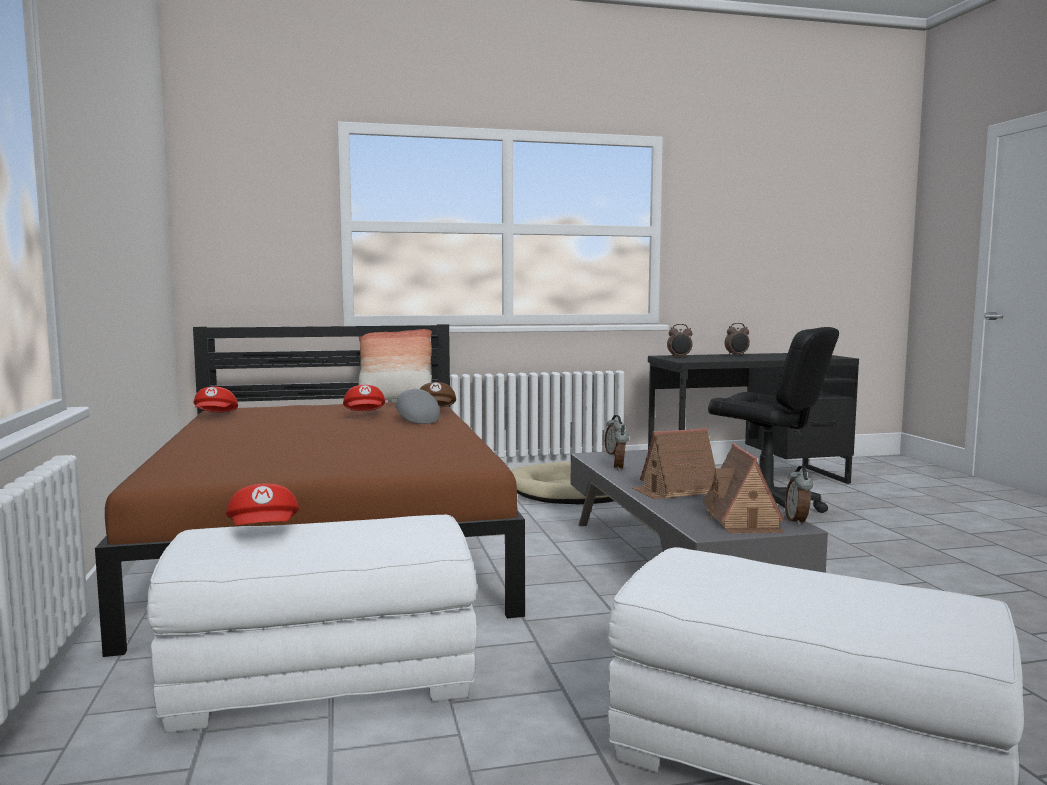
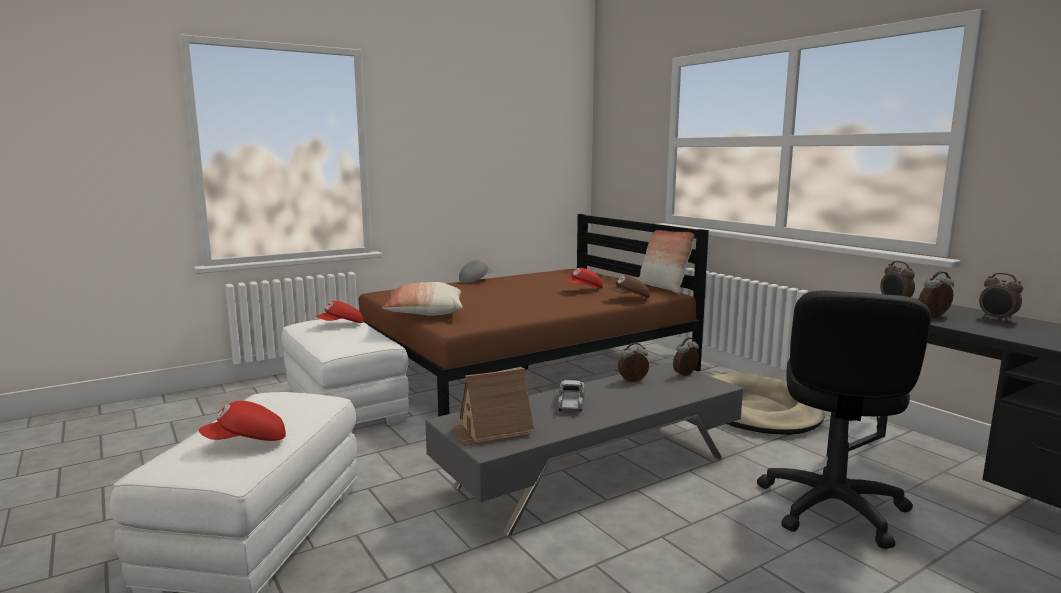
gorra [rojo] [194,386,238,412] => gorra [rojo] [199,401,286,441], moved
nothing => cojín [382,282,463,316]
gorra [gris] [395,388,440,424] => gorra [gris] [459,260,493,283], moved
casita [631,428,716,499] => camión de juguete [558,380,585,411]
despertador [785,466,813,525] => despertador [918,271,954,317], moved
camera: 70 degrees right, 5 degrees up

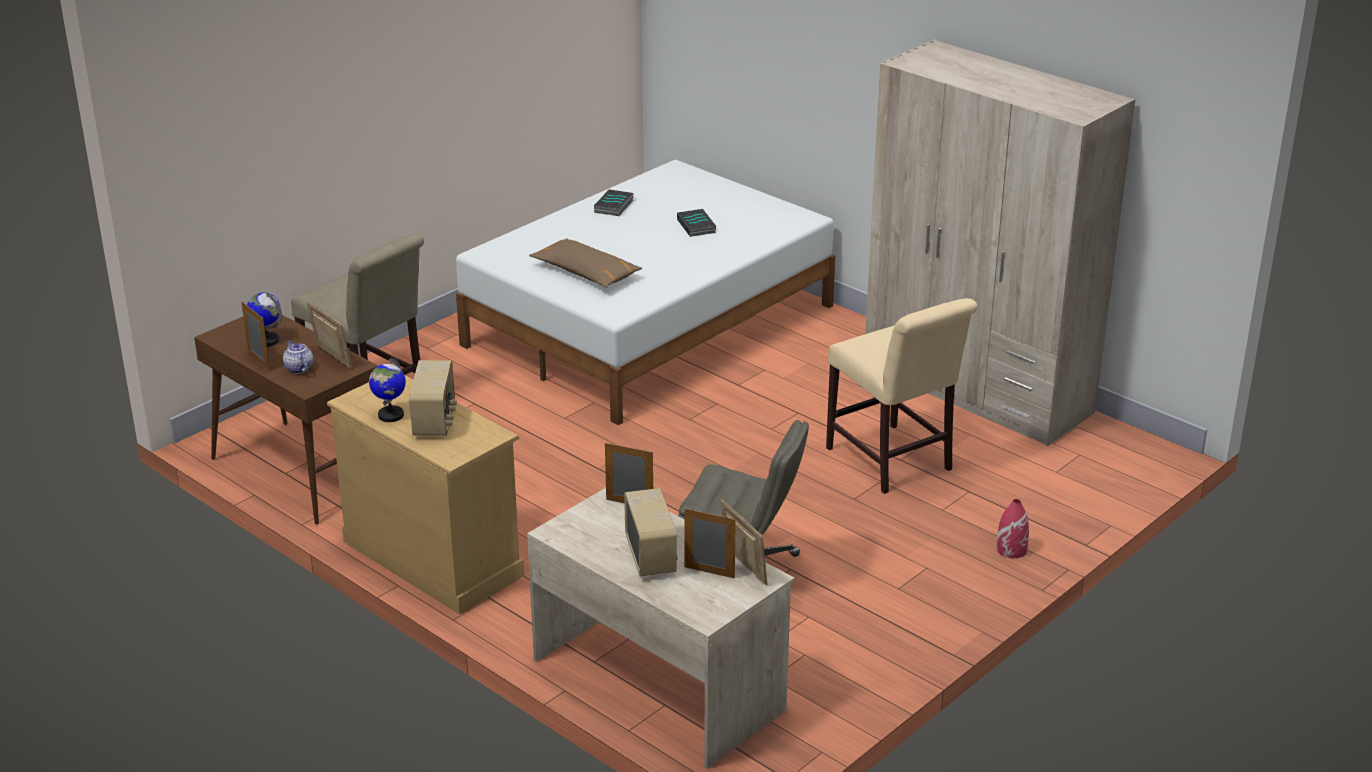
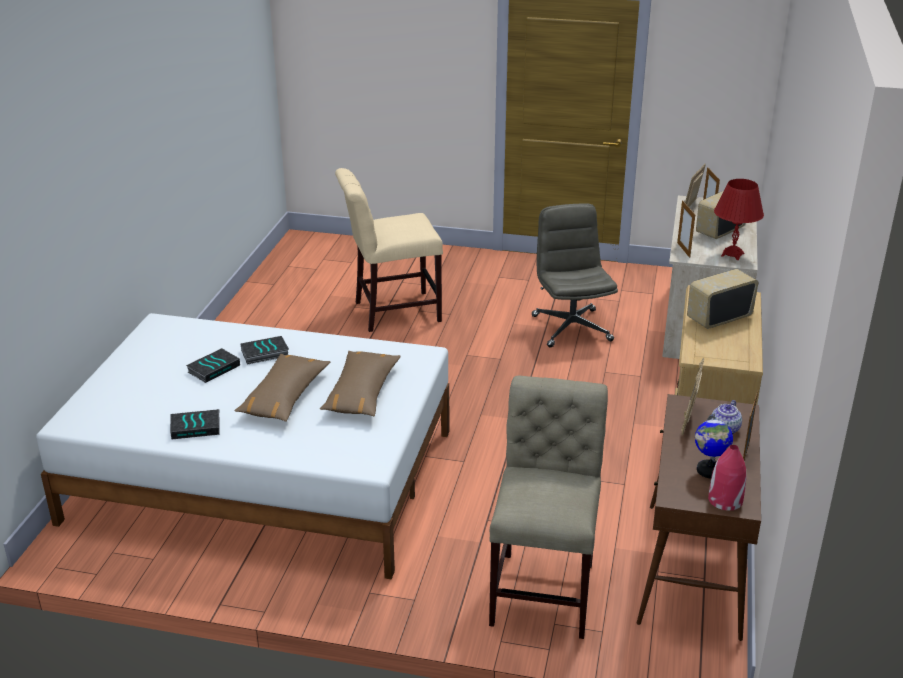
nothing => cojín [marrón] [235,354,330,422]
nothing => libro [240,336,289,365]
silla [beis] [826,298,977,494] => silla [beis] [335,168,443,332], 135 degrees counterclockwise
florero [rojo] [996,499,1029,558] => florero [rojo] [708,445,747,511], moved
nothing => lámpara de mesa [rojo] [714,179,764,260]
globo terráqueo [369,358,406,422] => nothing
armario ropero [beis] [865,40,1135,446] => nothing
camera: 120 degrees left, 0 degrees up

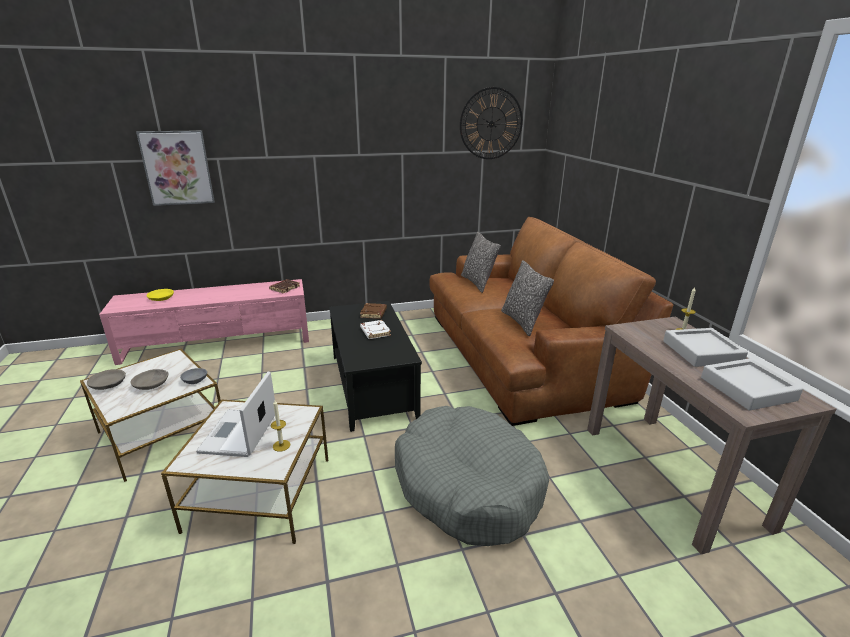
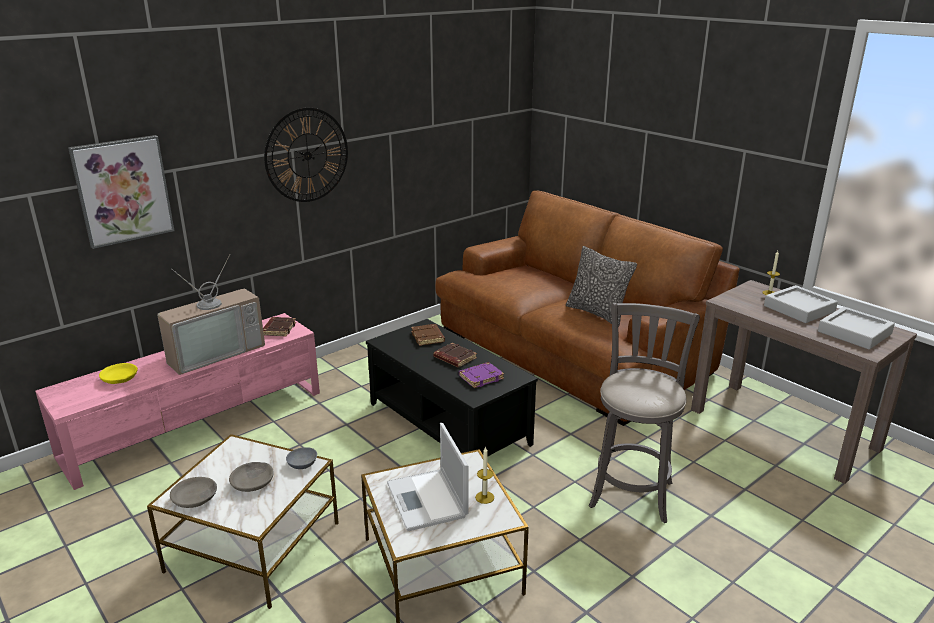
nothing => televisor [157,254,265,375]
reloj de pared [460,87,523,159] => reloj de pared [264,108,348,202], moved
libro [blanco] [360,320,391,339] => libro [marrón] [433,343,477,368]
nothing => libro [morado] [459,362,504,388]
cama para perro [gris] [395,406,549,546] => taburete [gris] [589,303,700,523]
cojín [461,232,501,293] => nothing
camera: 25 degrees left, 0 degrees up

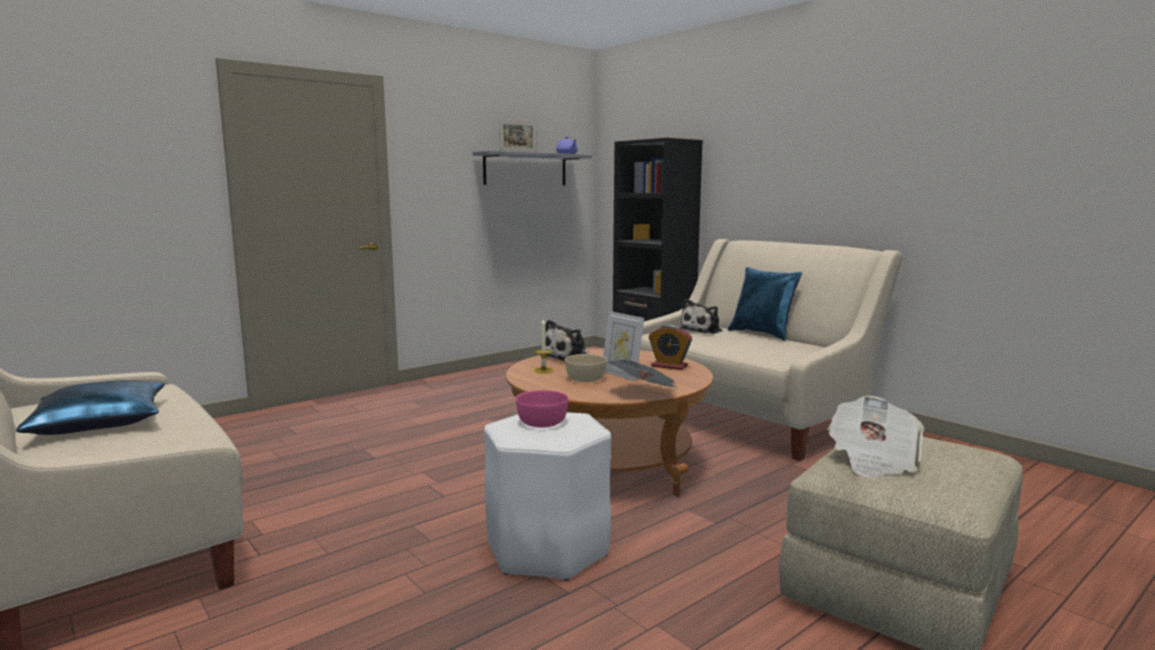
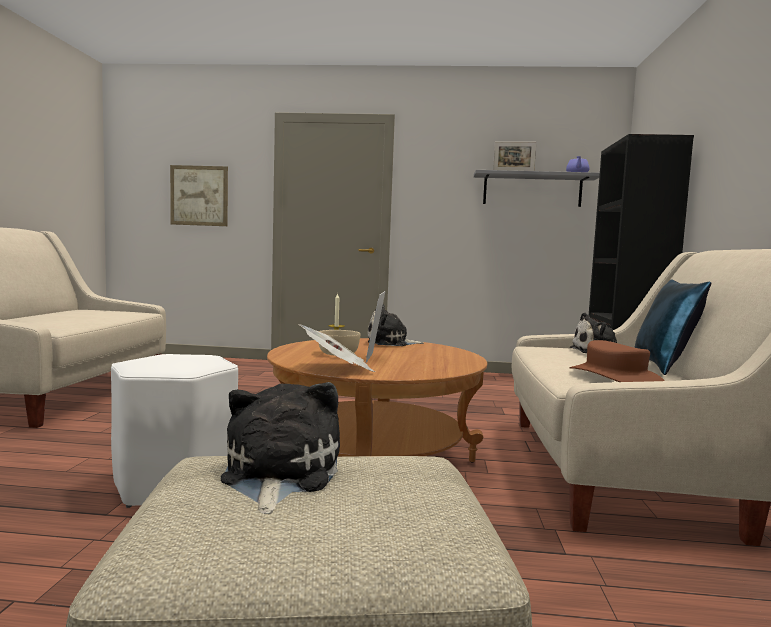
nothing => cuadro [170,165,228,226]
periódico [827,396,924,477] => peluche [221,382,340,514]
nothing => sombrero [marrón] [569,340,664,382]
cojín [azul] [16,380,165,435] => nothing
cuenco [rosa] [516,390,569,428] => nothing
despertador [649,325,692,370] => nothing
camera: 45 degrees right, 5 degrees down

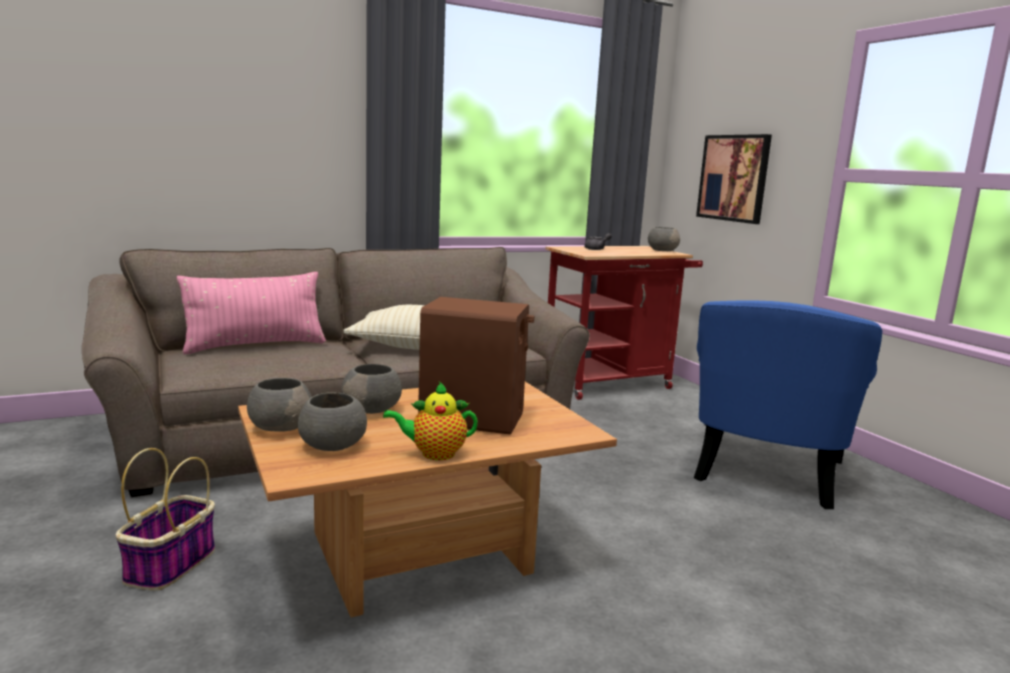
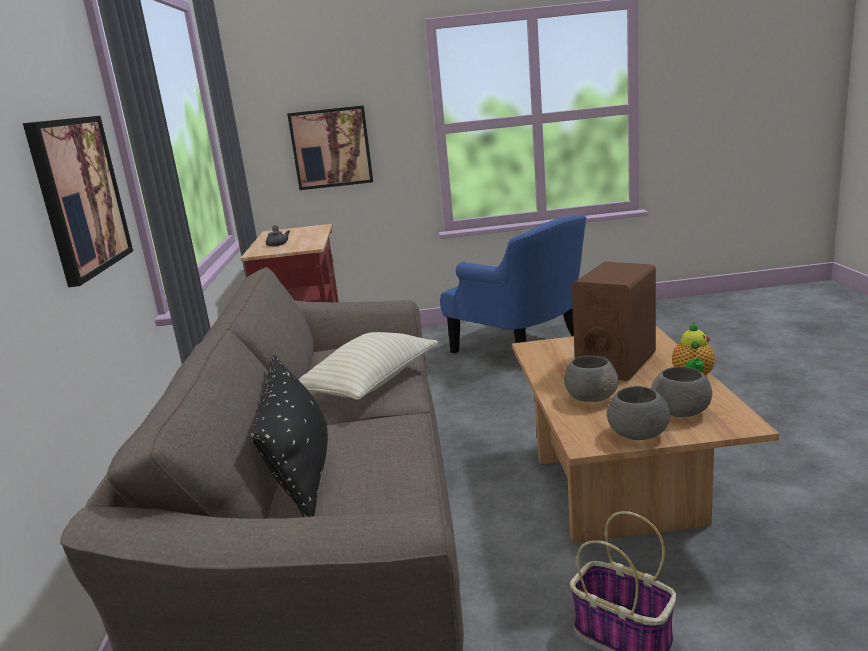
nothing => cuadro [23,116,133,287]
cojín [rosa] [177,272,326,355] => cojín [negro] [250,355,328,517]
cuenco [gris] [648,227,680,251] => nothing
camera: 65 degrees left, 5 degrees up

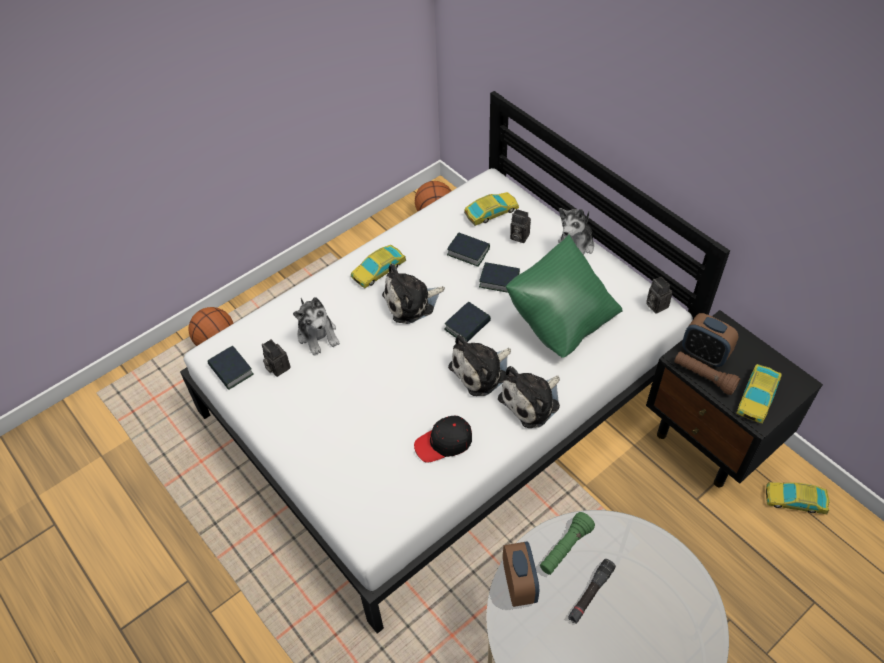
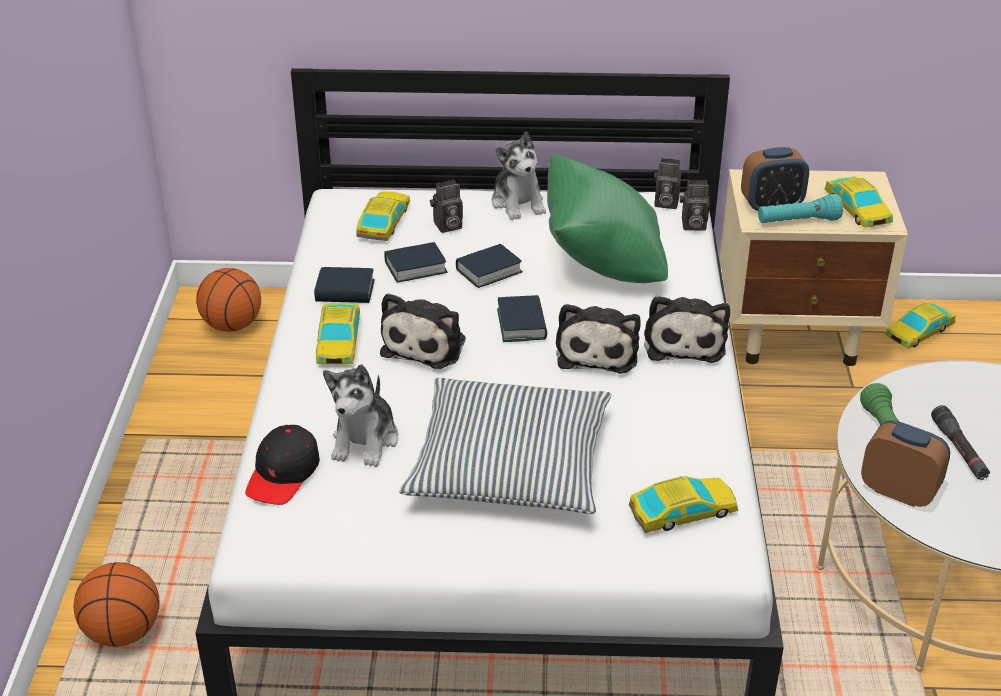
gorra [negro] [414,416,472,462] => gorra [negro] [245,425,320,505], moved
libro [208,346,254,390] => libro [314,267,375,303], moved
peluche [293,297,340,355] => peluche [323,364,398,467], 90 degrees clockwise
nothing => cojín [399,378,611,514]
nothing => coche de juguete [629,476,738,533]
cámara [262,339,291,377] => cámara [680,180,710,231], moved
mesita de noche [negro] [646,310,823,487] => mesita de noche [beis] [720,169,908,366]
linterna [marrón] [674,351,740,395] => linterna [turquesa] [758,194,843,223]
camera: 50 degrees left, 15 degrees down

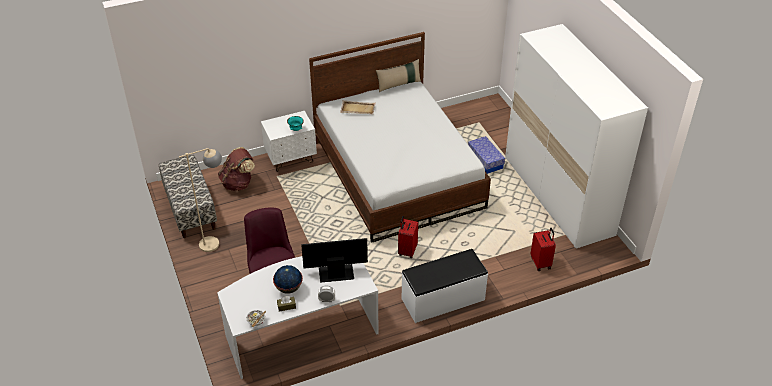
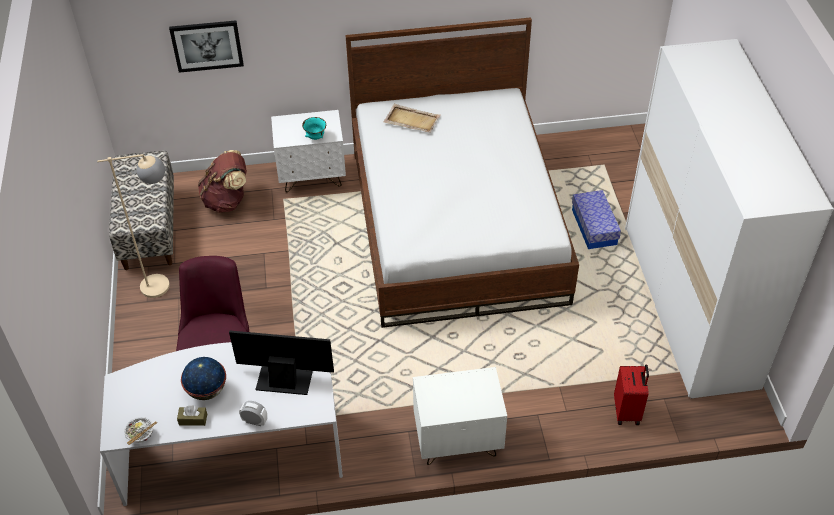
nothing => cuadro [169,20,244,73]
banco [blanco] [402,249,488,323] => mesita de noche [blanco] [413,367,507,465]
cojín [beis] [376,59,421,92] => nothing
maleta [rojo] [398,216,418,258] => nothing
camera: 15 degrees right, 5 degrees up

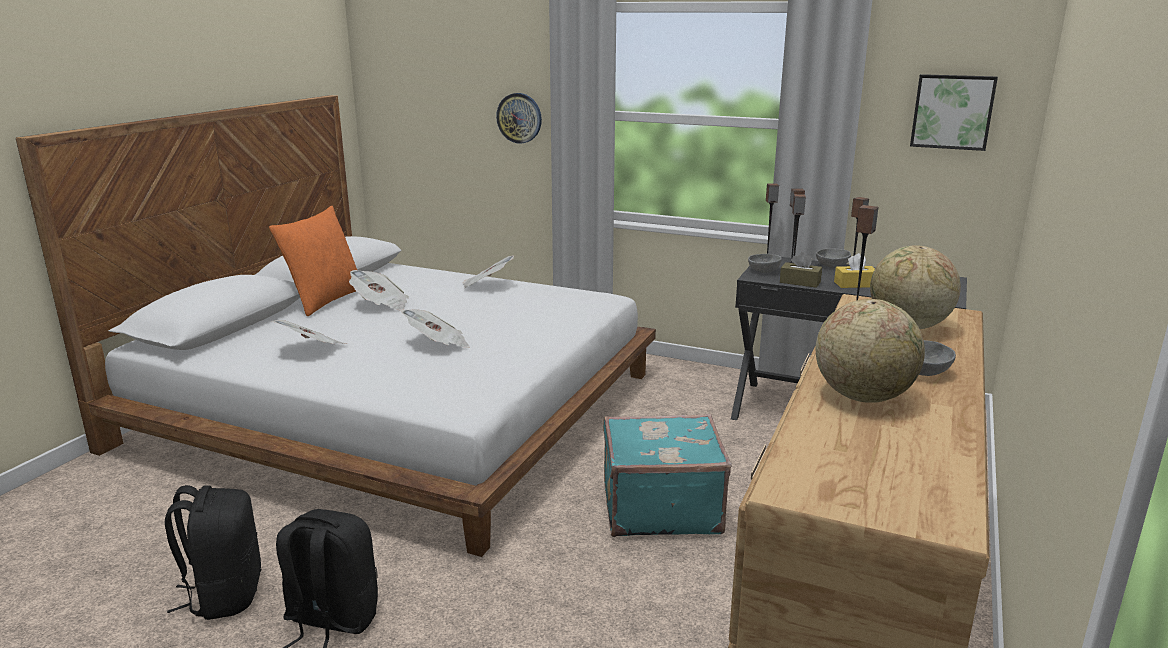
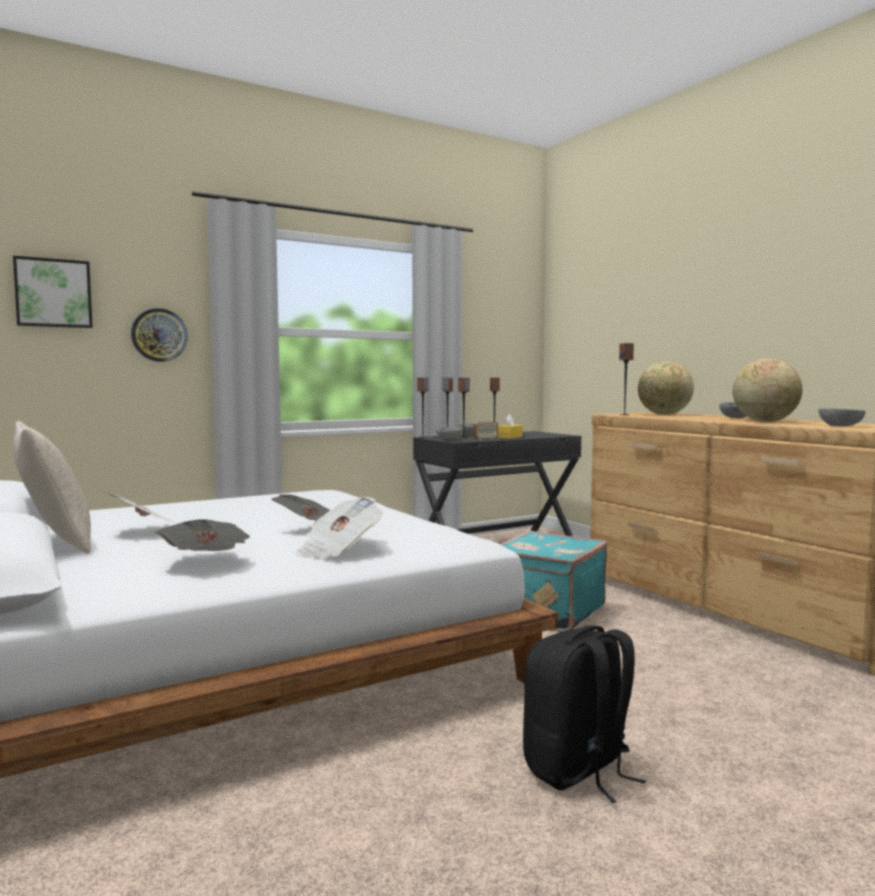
cuadro [910,74,998,151] => cuadro [13,256,93,328], moved
cojín [naranja] [269,206,357,316] => cojín [beis] [13,421,91,554]
periódico [463,256,514,288] => periódico [295,497,383,558], moved
caja de pañuelos [marrón] [780,252,822,288] => radio [474,409,498,440]
nothing => cuenco [gris] [818,408,866,426]
mochila [negro] [165,485,261,620] => nothing
camera: 55 degrees left, 15 degrees down

